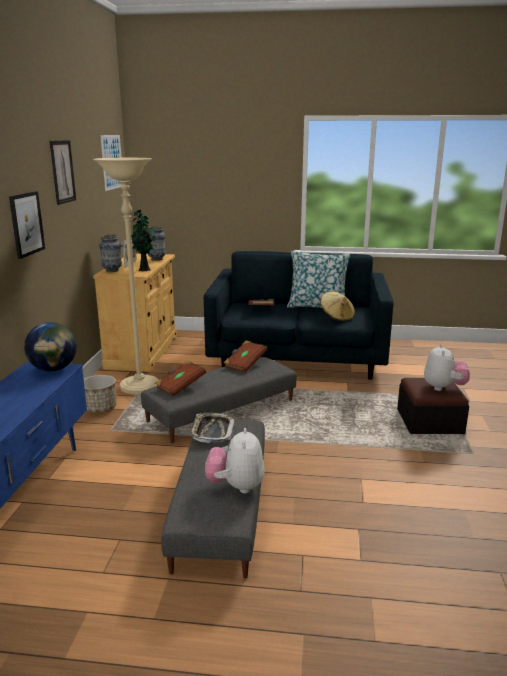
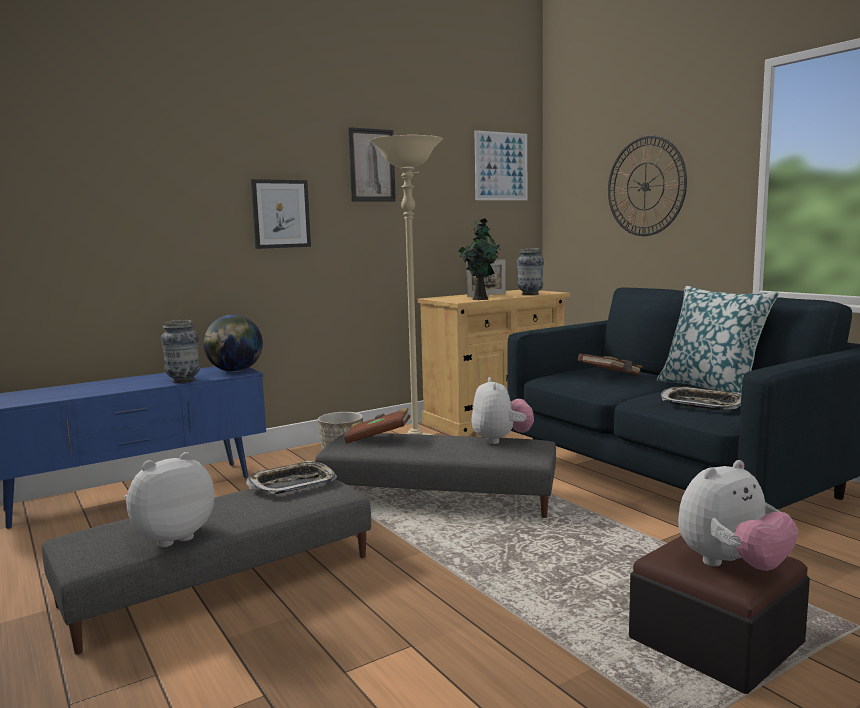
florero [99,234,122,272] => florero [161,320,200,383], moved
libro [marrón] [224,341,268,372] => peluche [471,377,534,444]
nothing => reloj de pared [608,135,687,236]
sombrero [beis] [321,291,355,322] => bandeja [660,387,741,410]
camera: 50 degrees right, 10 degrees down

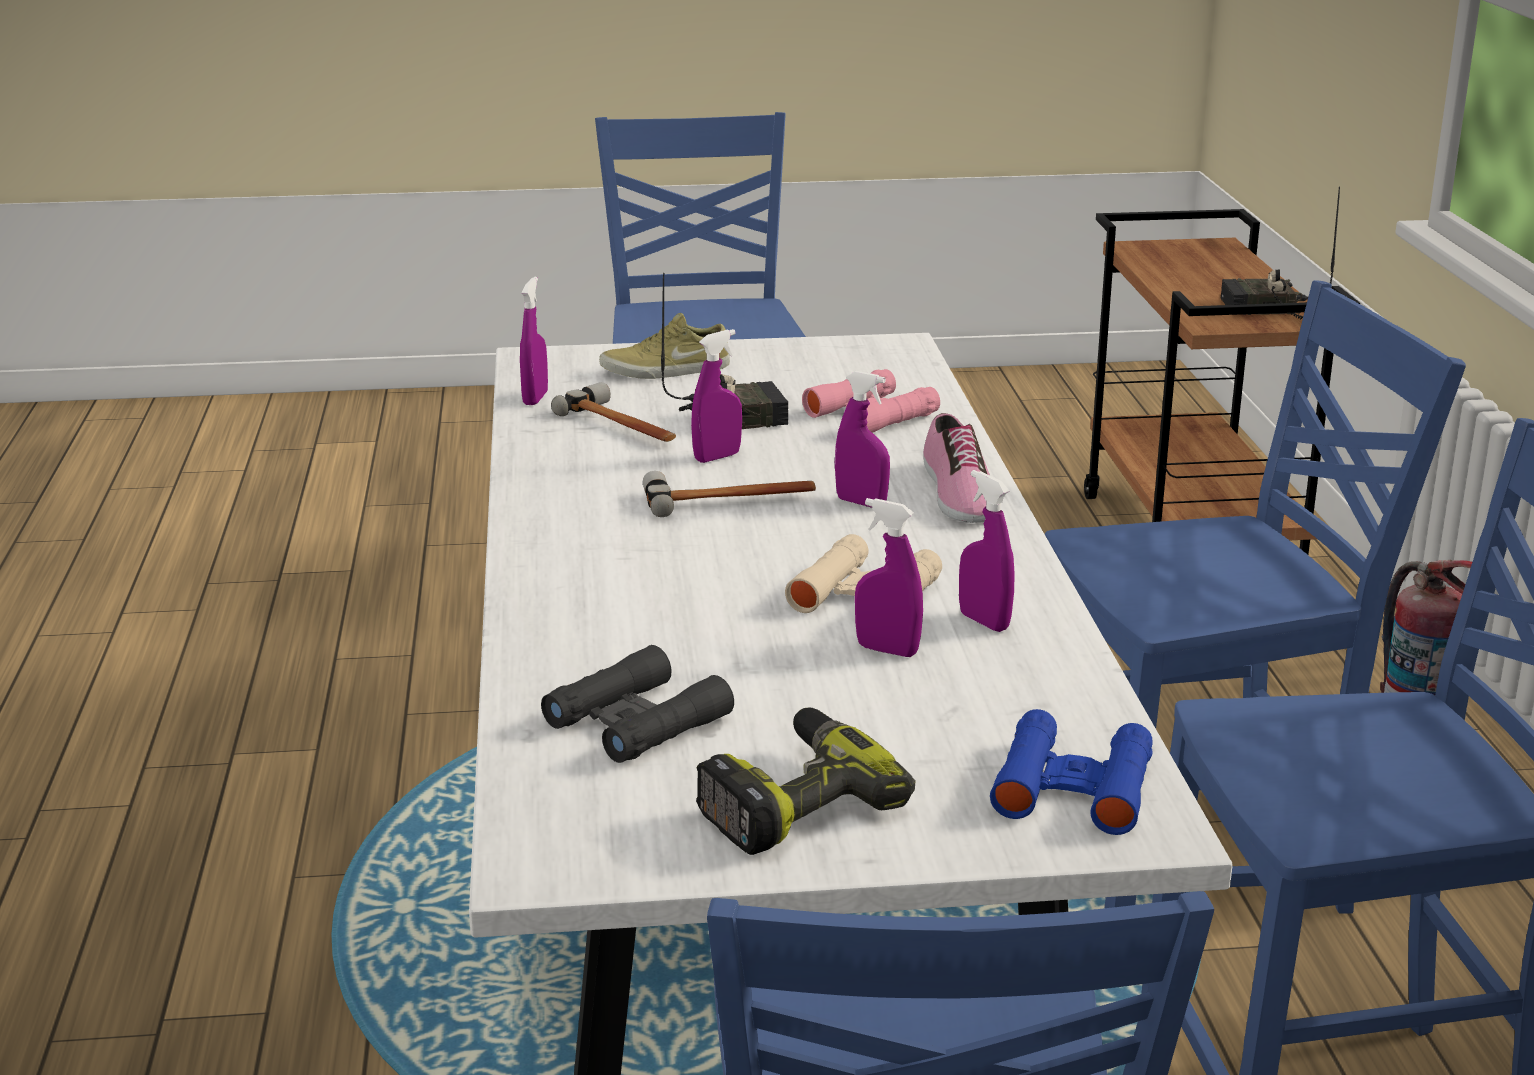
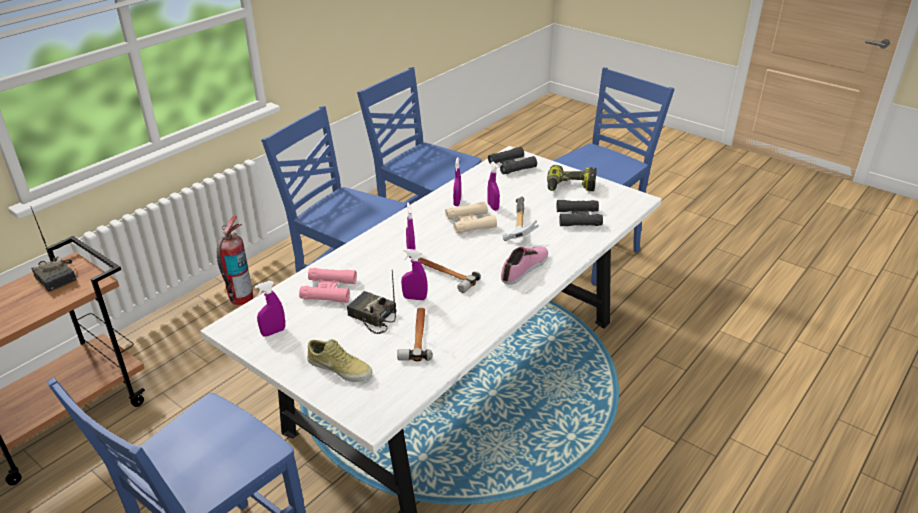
pulverizador [morado] [520,277,548,405] => pulverizador [morado] [254,281,285,337], moved
prismáticos [azul] [990,709,1153,835] => prismáticos [negro] [488,146,537,174]
zapato [923,413,990,523] => zapato [501,246,548,285], moved
nothing => martillo [503,197,539,241]
camera: 135 degrees left, 10 degrees up

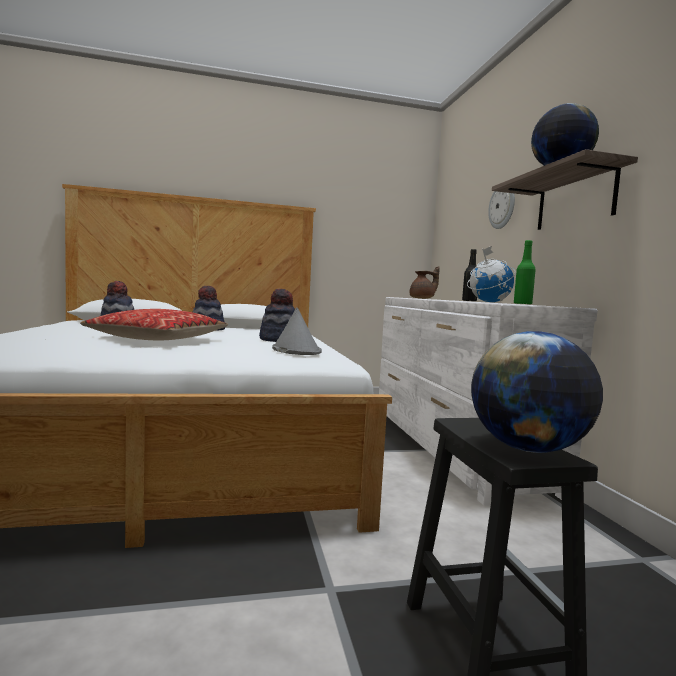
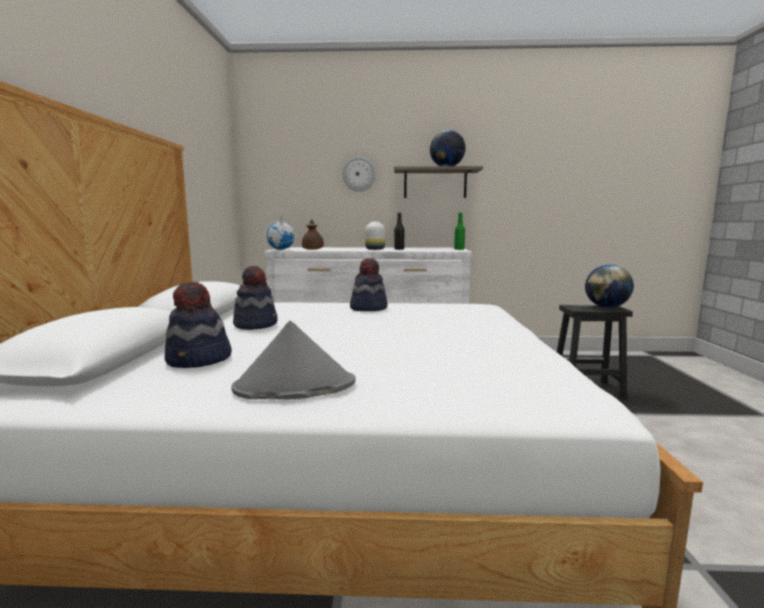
sombrero [gris] [272,307,322,355] => sombrero [gris] [231,321,355,400], moved
globo terráqueo [467,246,516,302] => globo terráqueo [265,214,297,250], moved
nothing => florero [blanco] [365,220,385,250]
cojín [80,309,228,340] => nothing
camera: 75 degrees left, 5 degrees up

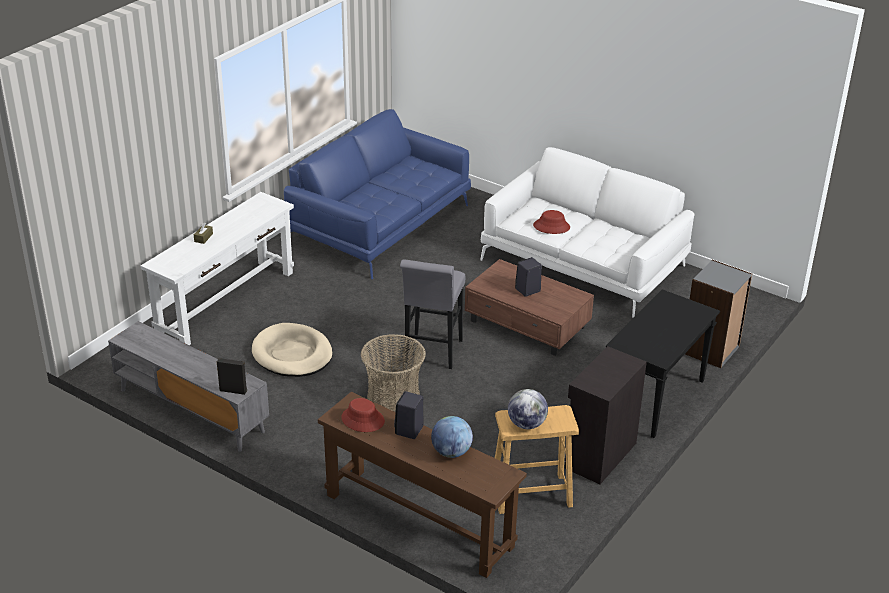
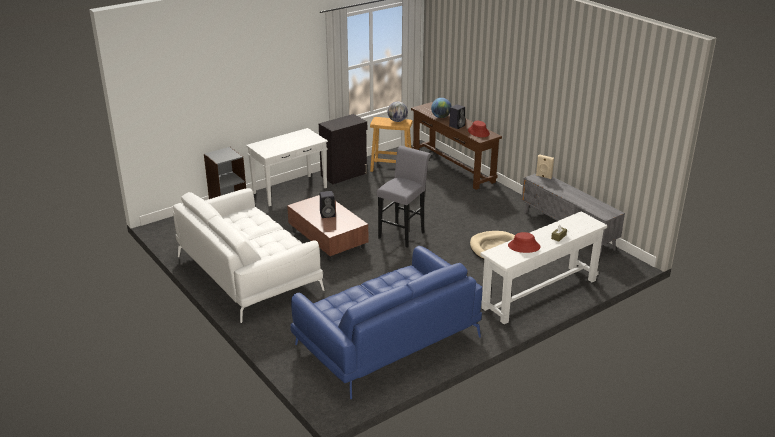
mesa consola [negro] [606,289,720,438] => mesa consola [blanco] [246,128,328,206]
sombrero [rojo] [533,210,570,234] => sombrero [rojo] [508,232,541,253], moved
altavoz [negro] [217,358,247,395] => altavoz [beis] [536,154,554,179]
cesta [360,334,426,412] => nothing
camera: 160 degrees left, 5 degrees down

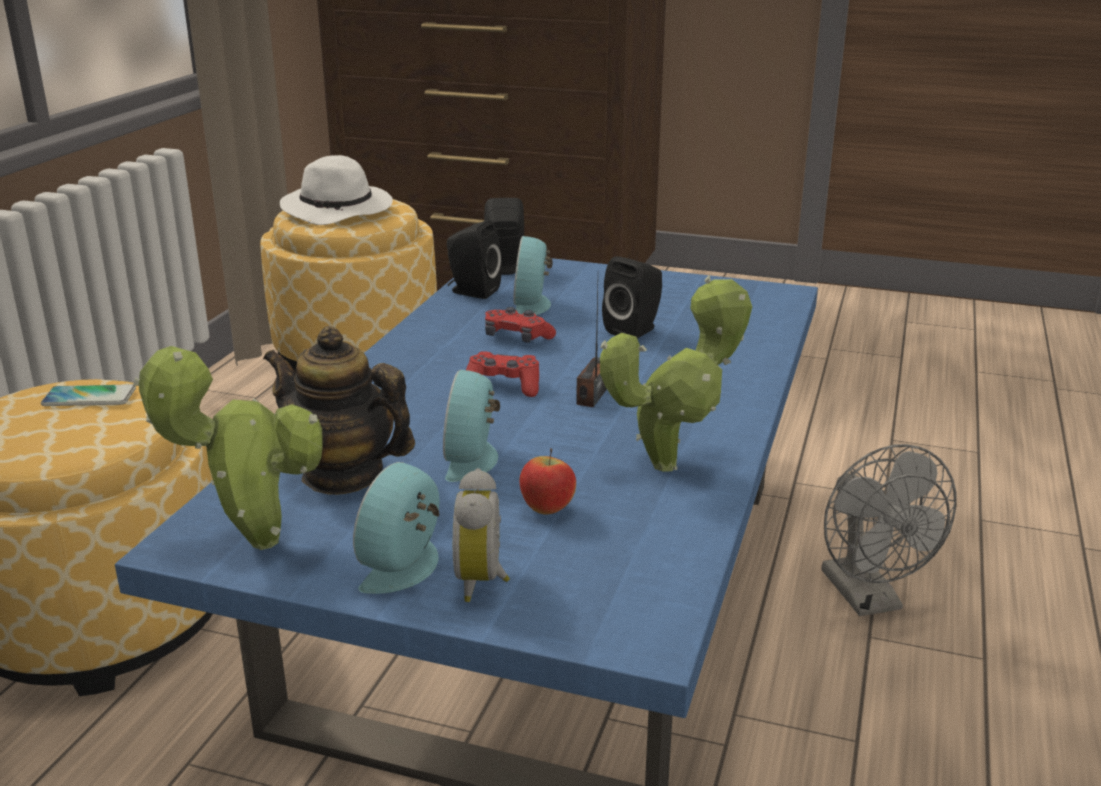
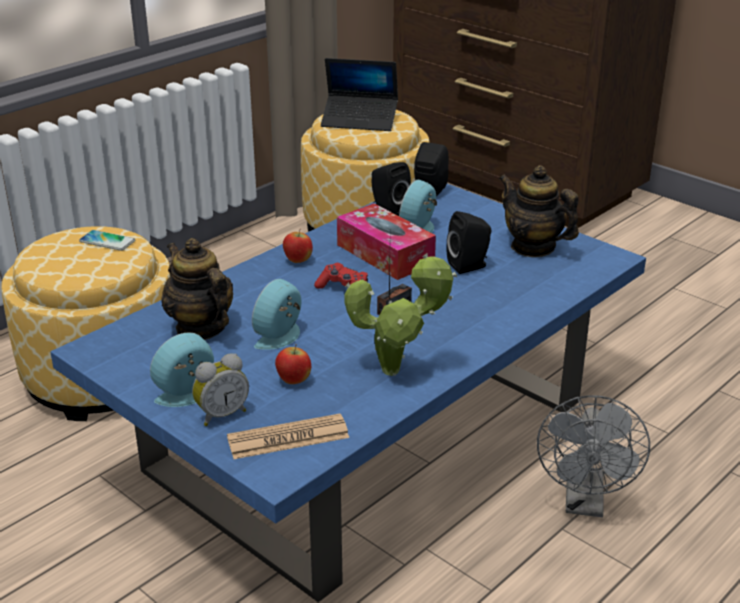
despertador [453,468,510,602] => despertador [192,353,249,426], 150 degrees counterclockwise
nothing => periódico [227,414,349,459]
nothing => manzana [283,228,313,263]
sombrero [blanco] [280,155,393,225] => portátil [321,58,398,131]
mando de consola [rojo] [485,307,556,343] => caja de pañuelos [337,203,436,280]
nothing => tetera [499,165,579,257]
planta en maceta [133,346,323,550] => nothing
camera: 25 degrees right, 5 degrees up

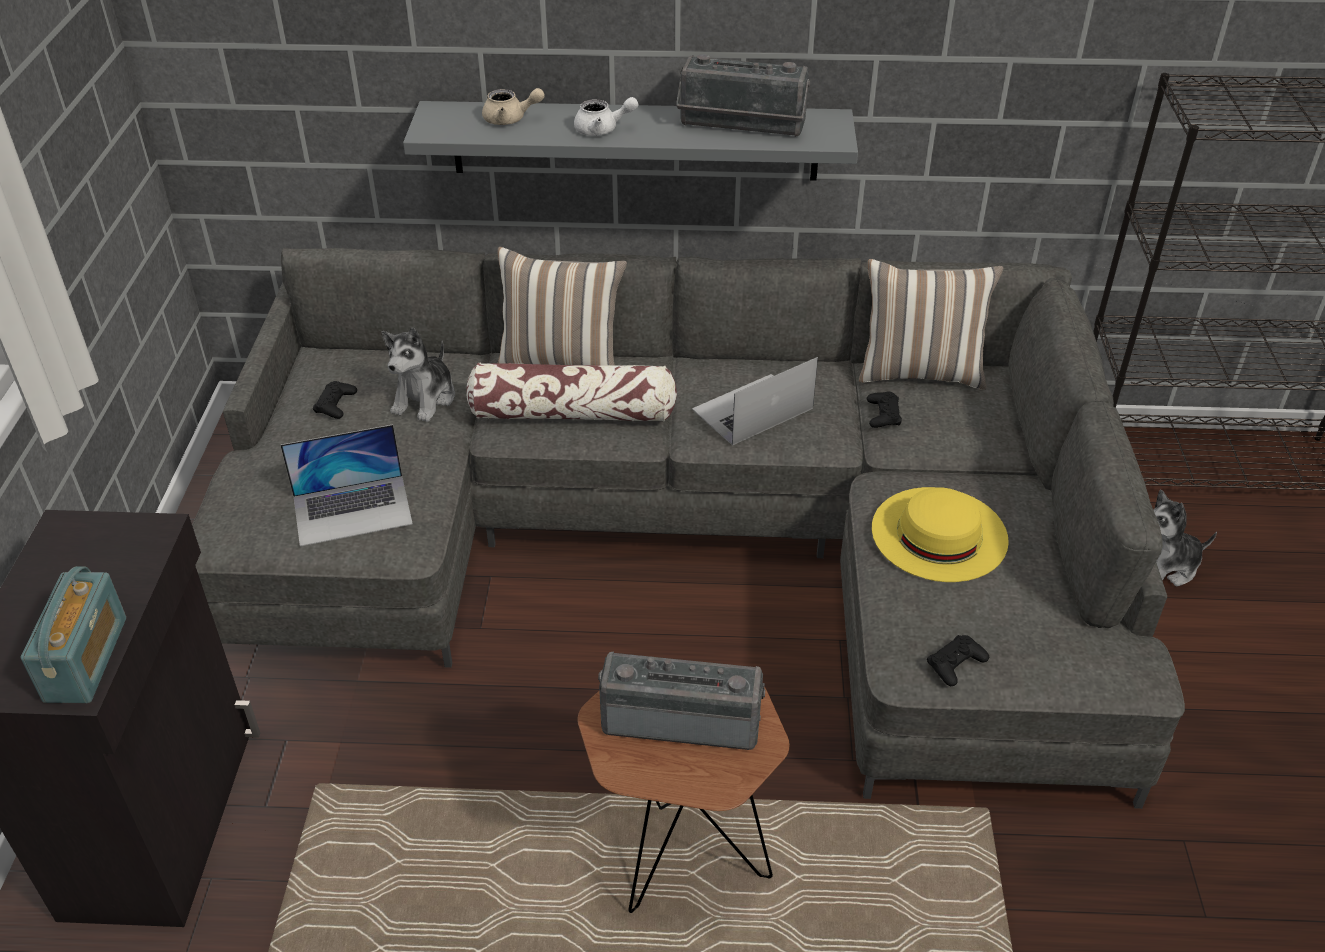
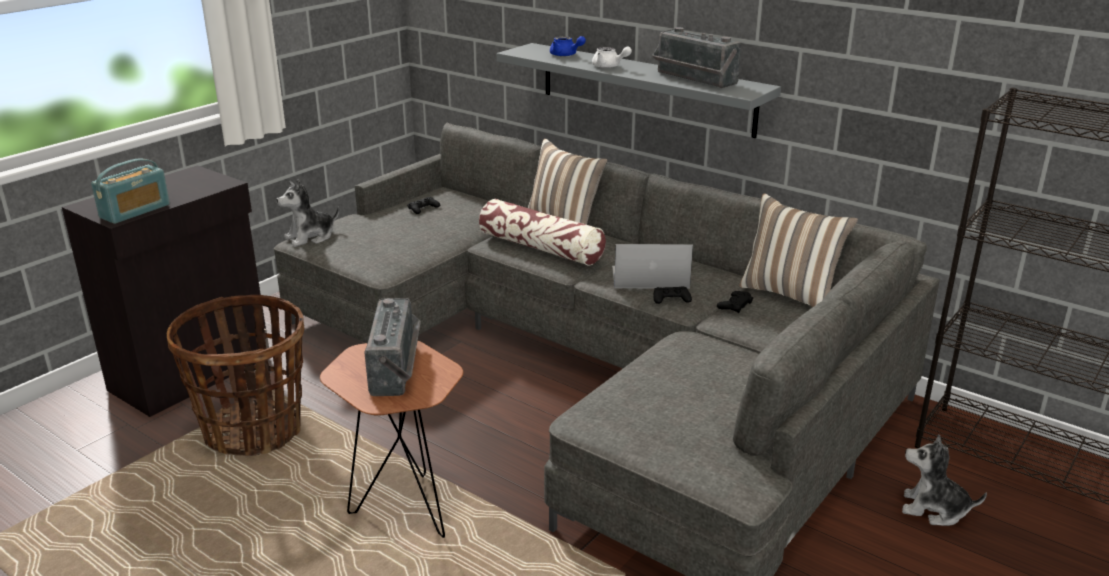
nothing => cesta [167,295,304,457]
peluche [382,327,455,422] => peluche [276,180,339,247], moved
radio [598,651,766,750] => radio [364,298,421,396], 45 degrees clockwise
tetera [beis] [482,88,545,125] => tetera [azul] [550,36,586,56]
mando de consola [negro] [927,635,989,686] => mando de consola [negro] [654,286,692,304], moved
portátil [281,424,413,547] => nothing
sombrero [amarillo] [872,487,1009,582] => nothing
camera: 35 degrees right, 15 degrees down

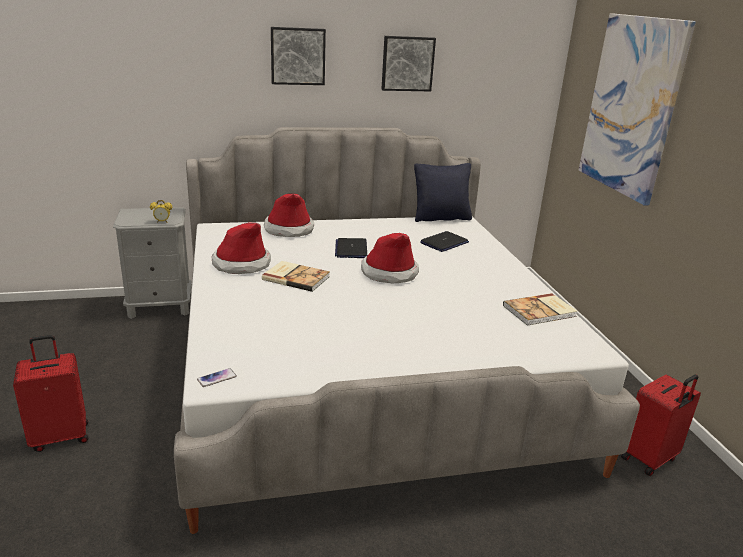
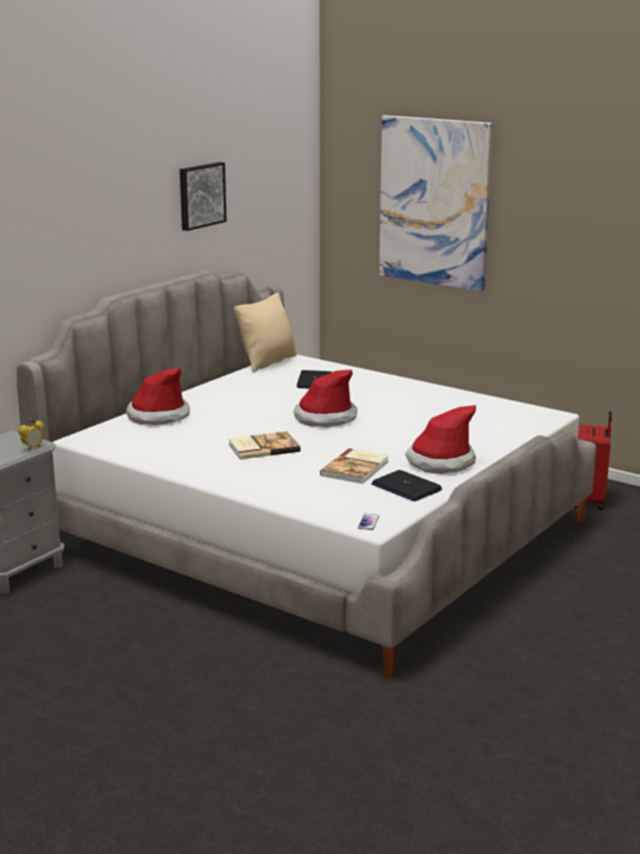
cojín [negro] [414,163,472,222] => cojín [beis] [234,293,297,372]
libro [503,293,578,326] => libro [320,448,389,484], moved
portátil [335,238,367,258] => portátil [372,470,442,501], moved
sombrero [212,222,271,274] => sombrero [405,405,476,474], moved
maleta [rojo] [13,335,88,452] => nothing
cuadro [271,27,326,85] => nothing
camera: 40 degrees left, 5 degrees down

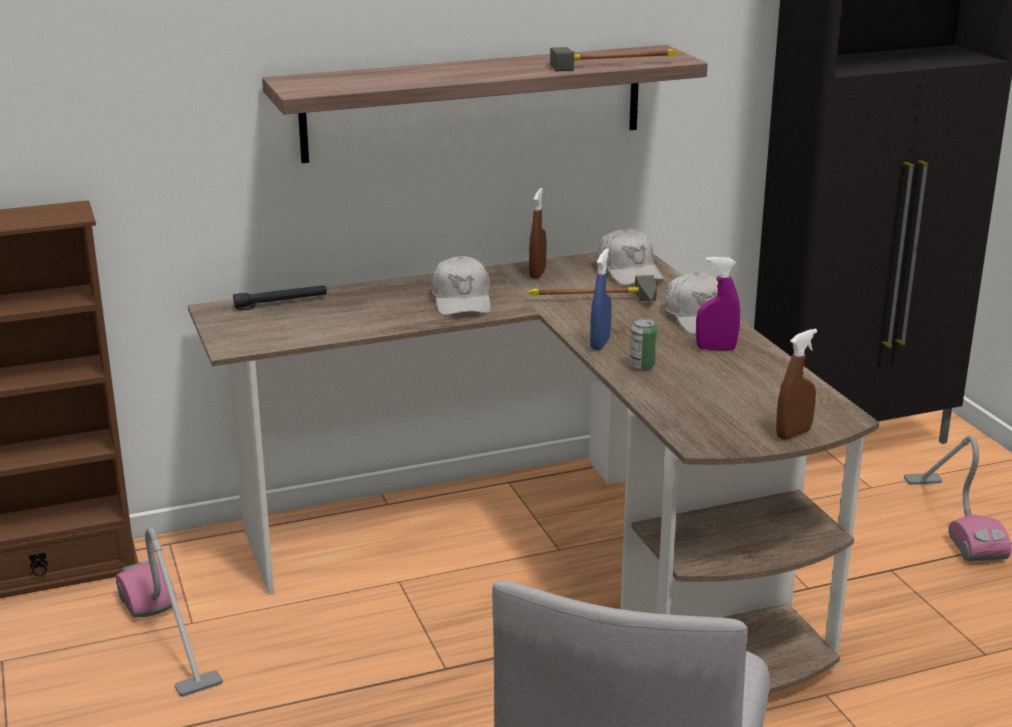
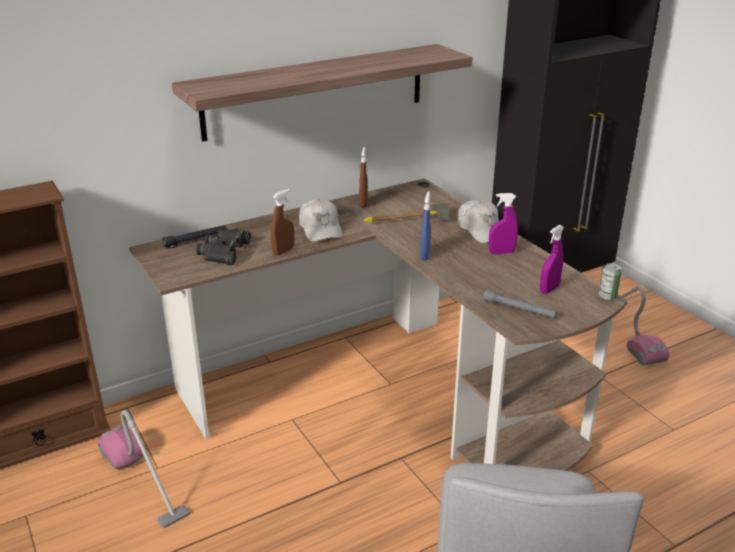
nothing => prismáticos [negro] [196,229,251,265]
pulverizador [marrón] [776,329,817,440] => pulverizador [marrón] [271,189,295,255], moved
nothing => linterna [gris] [483,290,557,319]
nothing => pulverizador [morado] [540,225,564,294]
lata [630,318,657,371] => lata [599,263,621,300], moved
martillo [550,47,680,72] => nothing
gorra [blanco] [597,228,664,285] => nothing
camera: 10 degrees left, 5 degrees up

